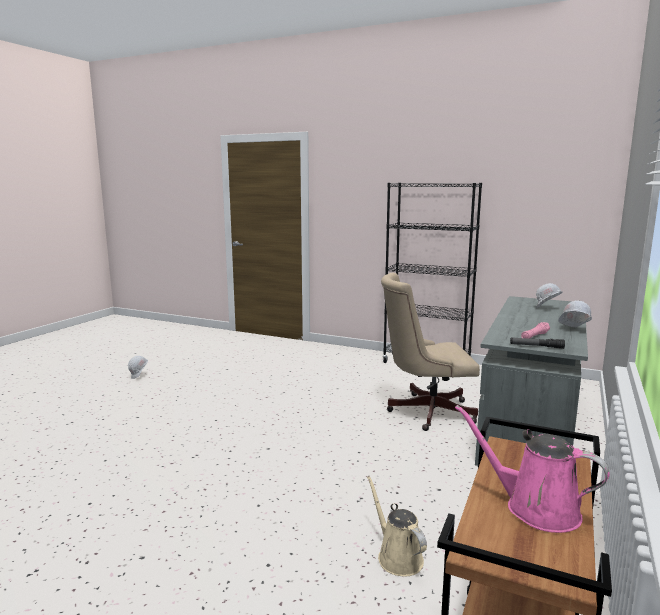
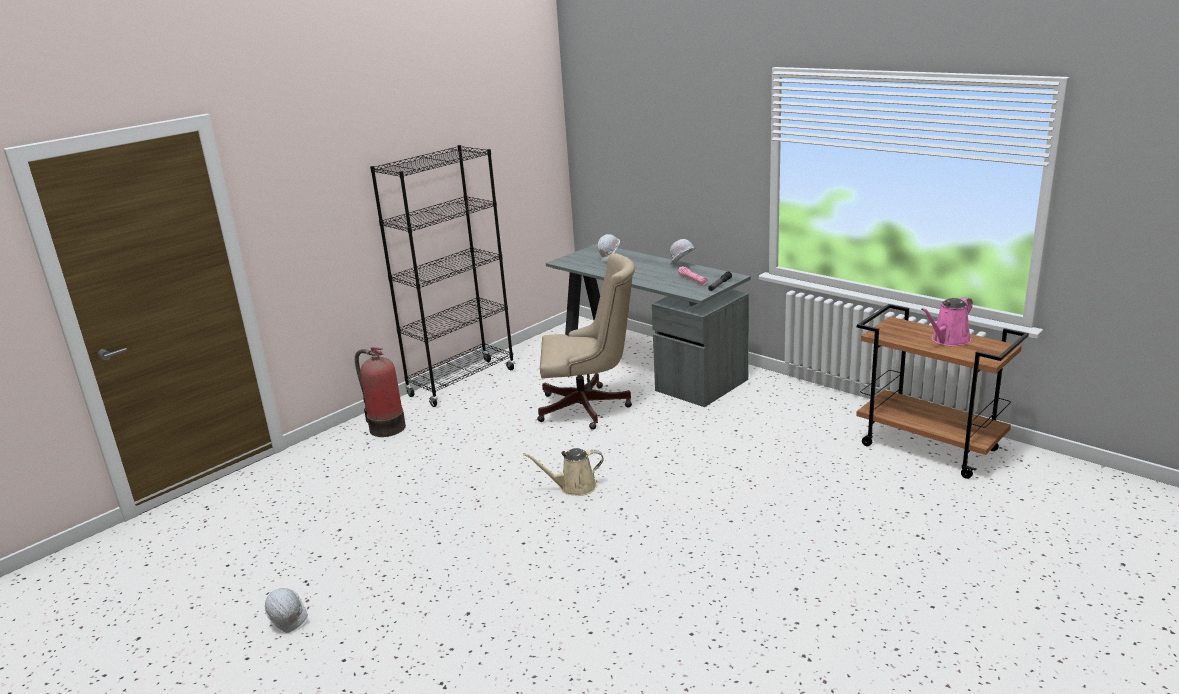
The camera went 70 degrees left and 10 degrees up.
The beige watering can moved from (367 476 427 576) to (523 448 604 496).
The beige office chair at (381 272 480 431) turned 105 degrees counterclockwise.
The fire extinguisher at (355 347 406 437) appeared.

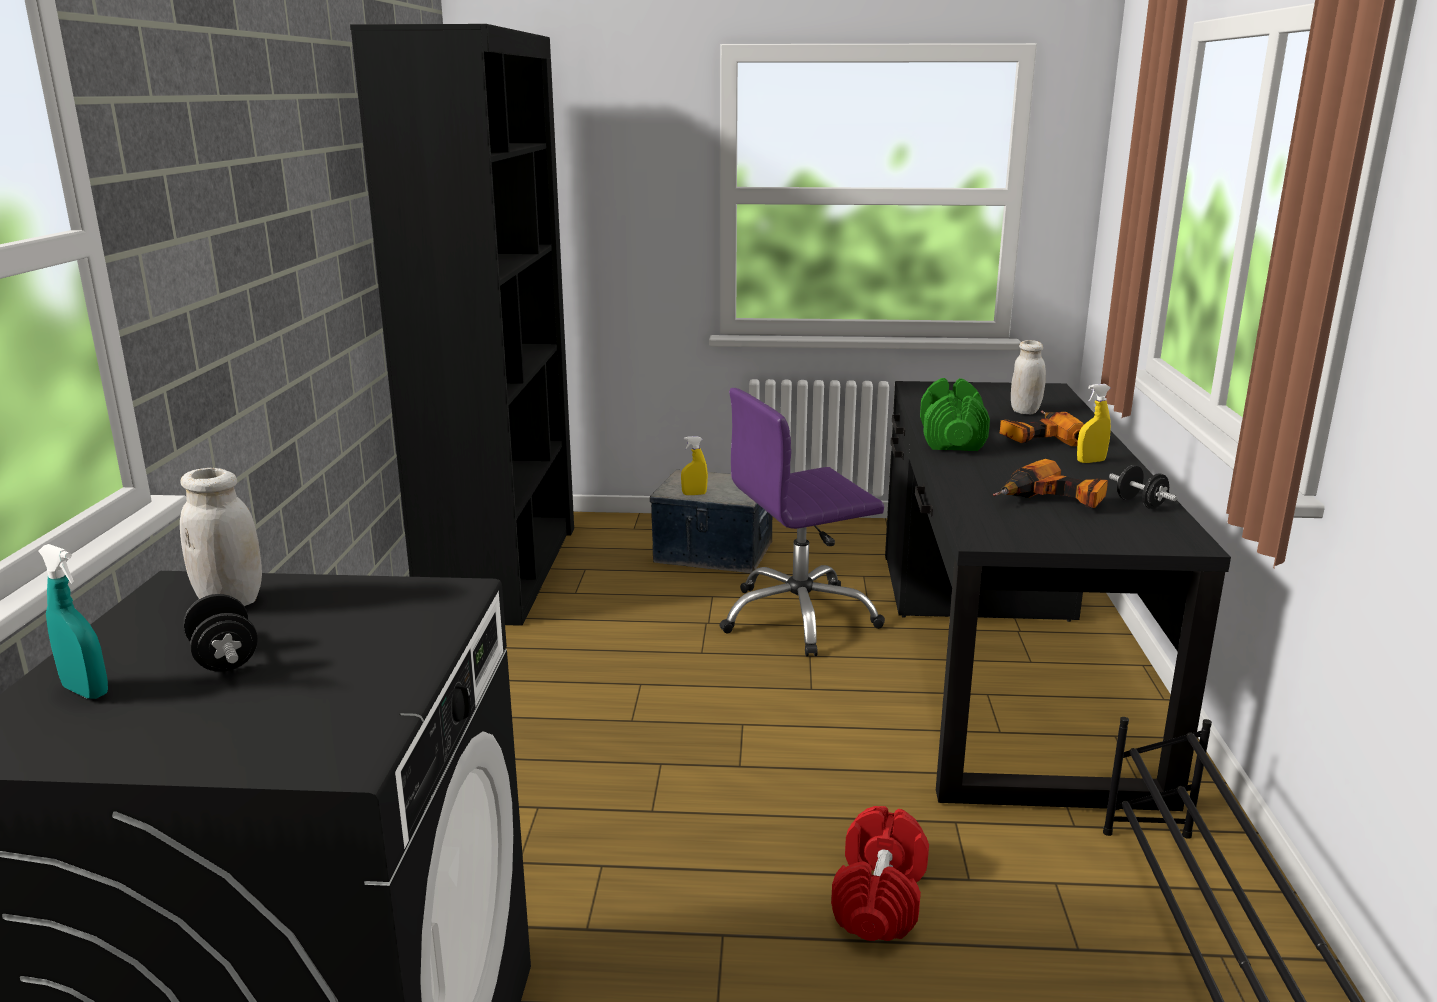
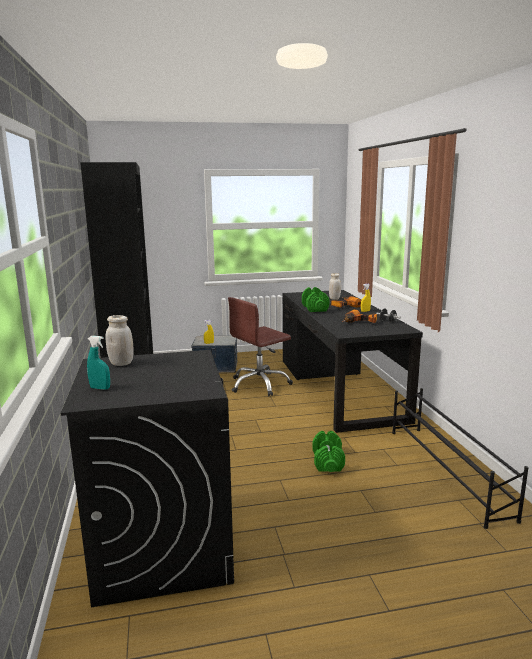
The camera went 15 degrees left and 5 degrees down.
The black dumbbell at (183 594 258 672) disappeared.
The purple office chair at (719 388 885 657) became the brown office chair at (228 297 293 396).
The red dumbbell at (831 806 929 941) became the green dumbbell at (312 431 345 472).

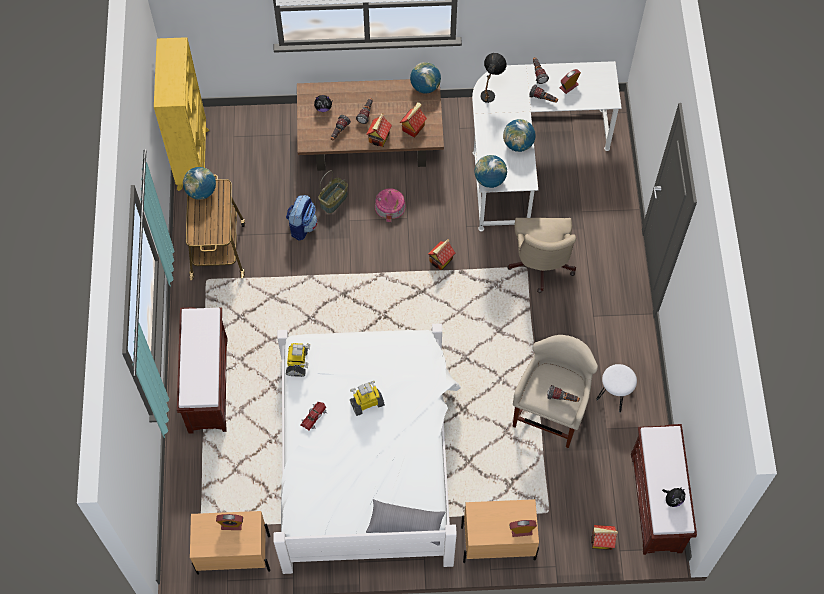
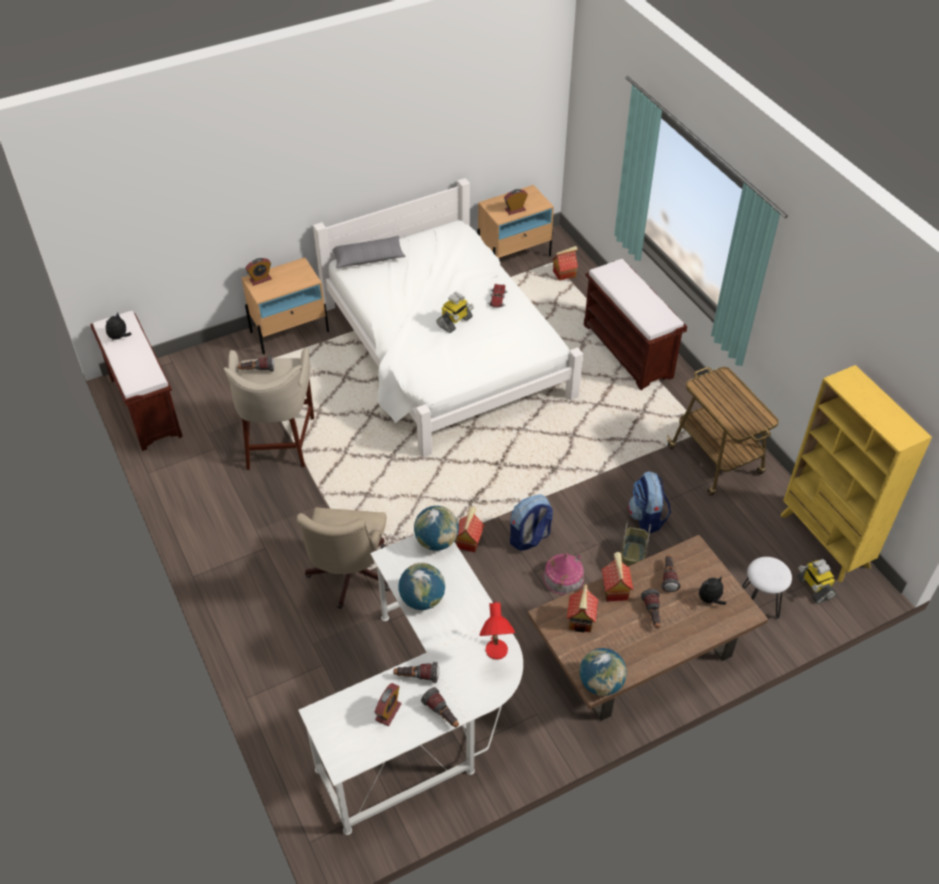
The camera went 155 degrees right and 15 degrees down.
The globe at (183 167 216 200) disappeared.
The toy robot moved from (286 343 310 377) to (797 559 837 604).
The black table lamp at (480 53 506 103) became the red table lamp at (479 601 515 660).
The beige office chair at (507 218 576 293) turned 150 degrees counterclockwise.
The toy house moved from (591 525 618 550) to (552 246 578 281).
The white stool moved from (596 364 637 413) to (742 557 792 619).
The backpack at (510 494 553 551) appeared.

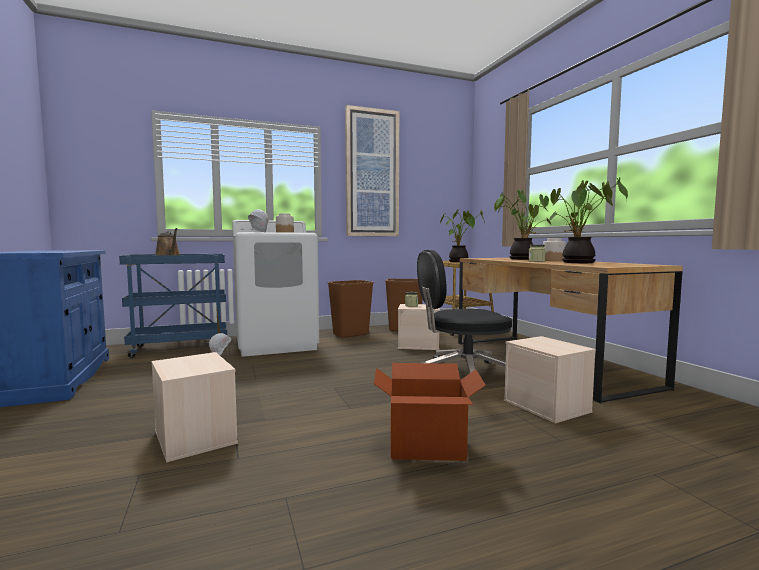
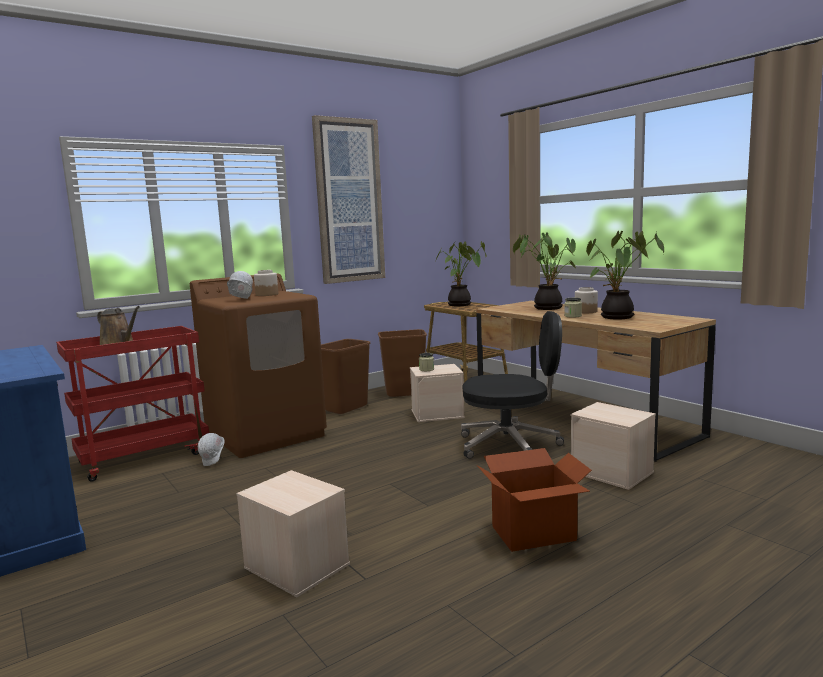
The camera went 15 degrees left and 5 degrees up.
The blue cart at (119 254 227 358) became the red cart at (56 326 209 482).
The white washing machine at (232 220 319 357) became the brown washing machine at (190 274 327 458).
The black office chair at (417 250 512 374) turned 150 degrees counterclockwise.

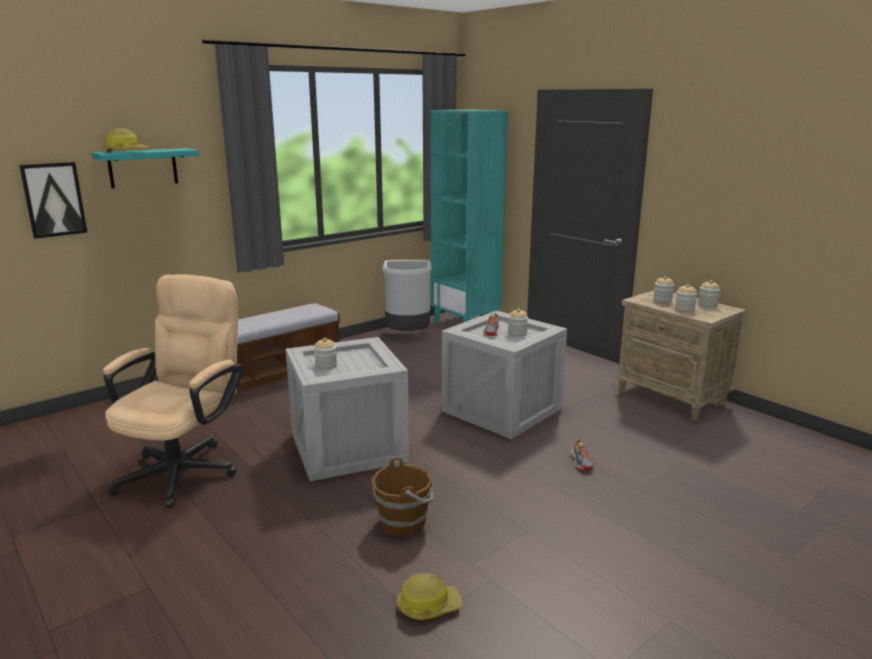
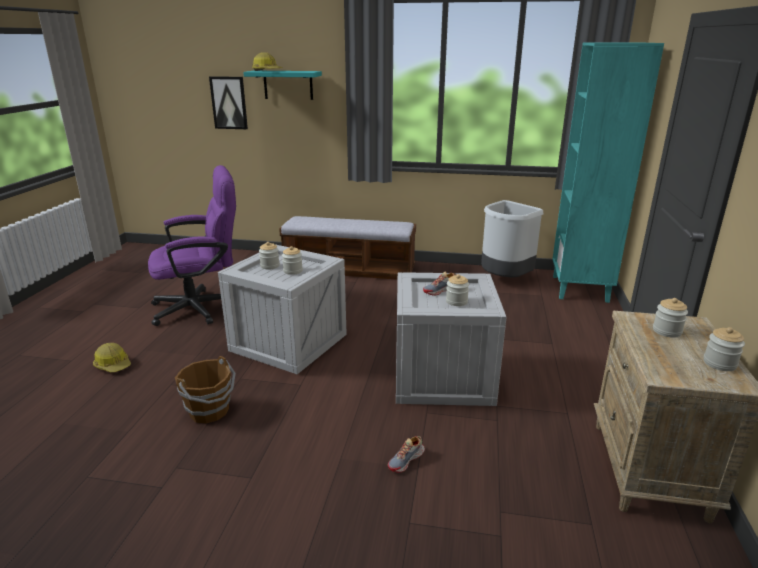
The camera went 50 degrees right and 5 degrees up.
The beige office chair at (103 274 244 508) became the purple office chair at (148 165 236 326).
The hard hat moved from (397 573 462 620) to (93 343 131 372).
The jar moved from (675 284 697 312) to (282 246 303 275).

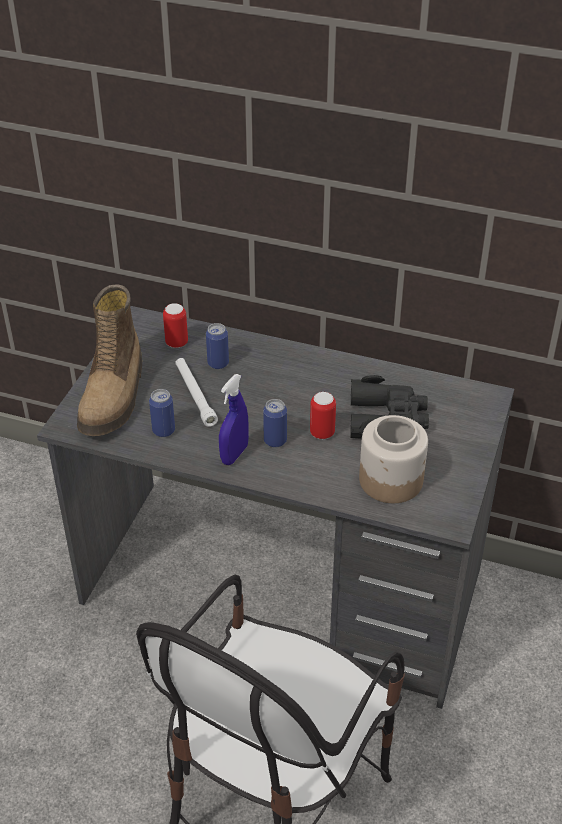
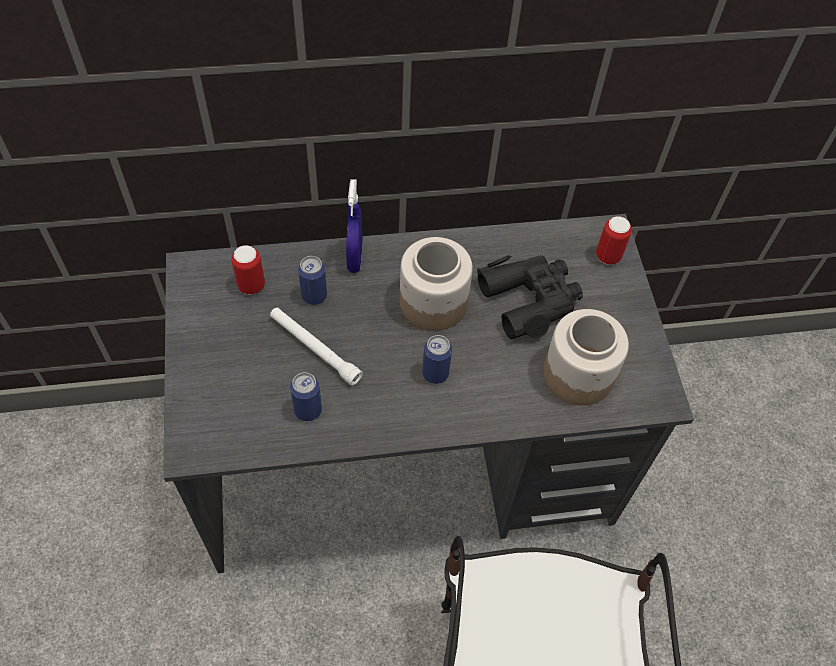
The camera went 30 degrees left and 15 degrees up.
The boot at (77 285 142 436) disappeared.
The blue spray bottle moved from (219 374 249 465) to (346 179 362 273).
The can moved from (310 392 336 439) to (596 216 632 265).
The jar at (400 237 473 331) appeared.

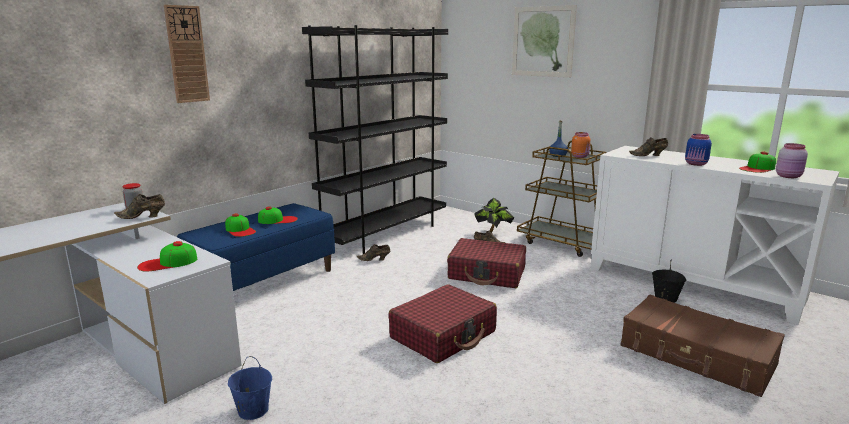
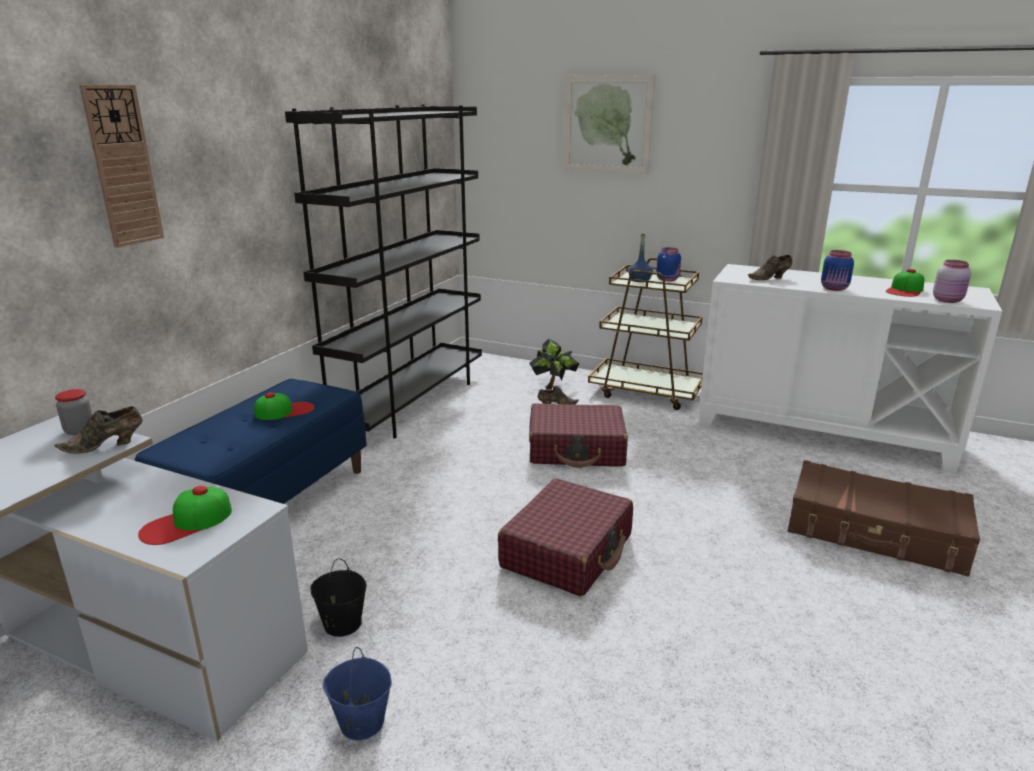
The camera went 15 degrees left and 5 degrees up.
The cap at (225 213 256 237) disappeared.
The brown shoe at (357 244 390 261) disappeared.
The orange jar at (571 132 591 158) became the blue jar at (656 247 681 282).
The black bucket moved from (652 259 686 303) to (311 558 367 637).

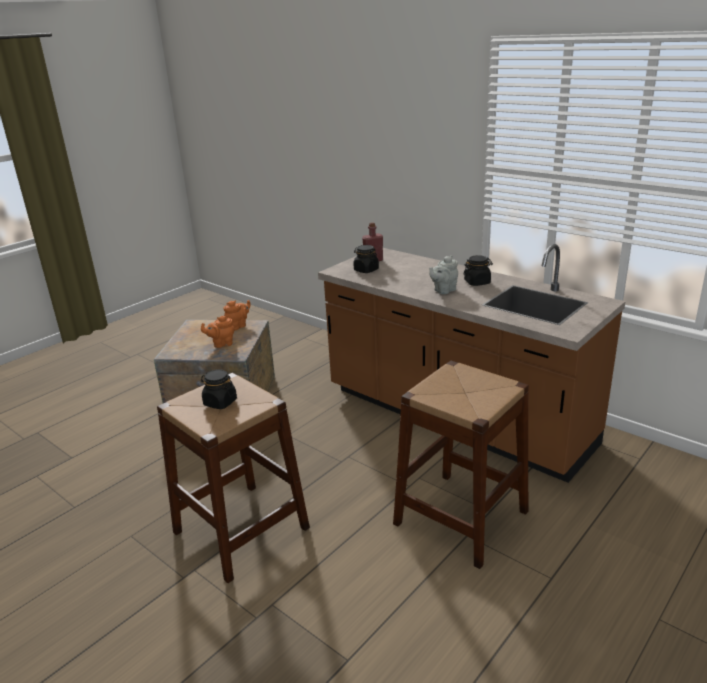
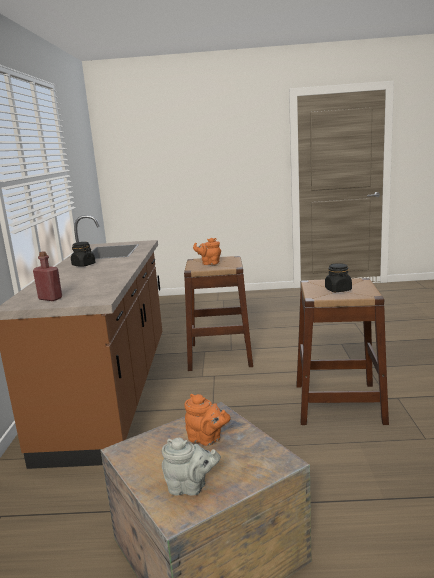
The camera went 130 degrees left and 10 degrees down.
The orange teapot moved from (223 300 251 330) to (193 238 221 265).
The black jar at (353 245 379 273) disappeared.
The grey teapot moved from (429 255 458 294) to (162 438 221 496).

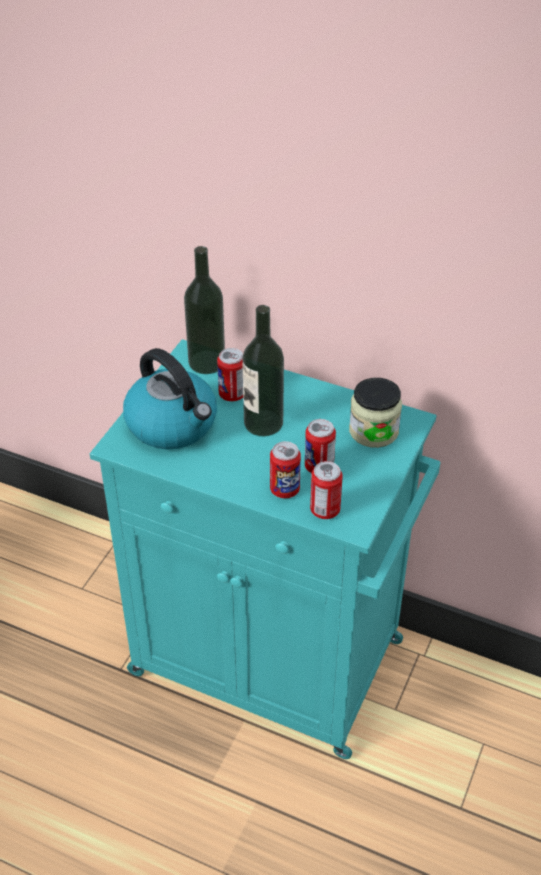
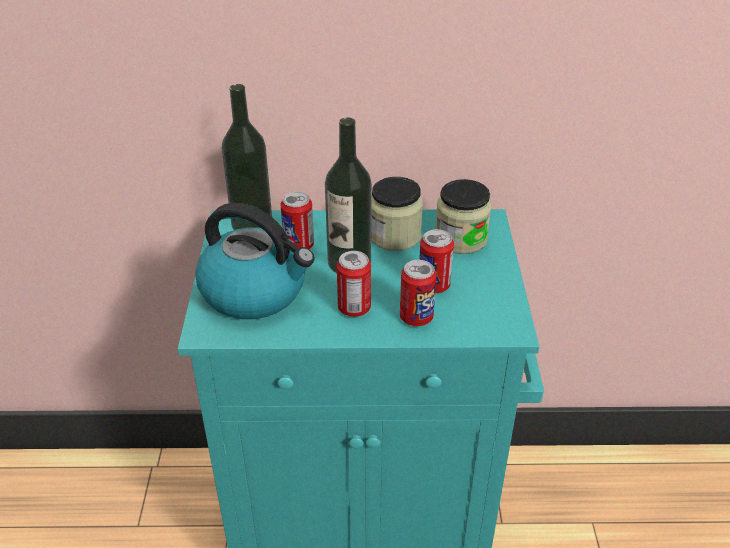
The camera went 25 degrees left and 5 degrees down.
The can moved from (310 461 343 519) to (337 251 371 317).
The jar at (371 177 423 251) appeared.

